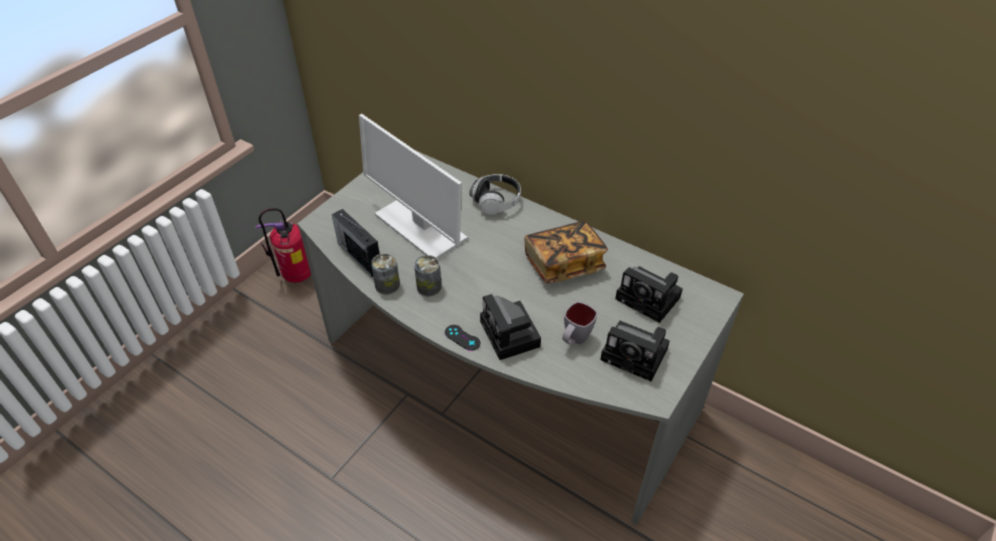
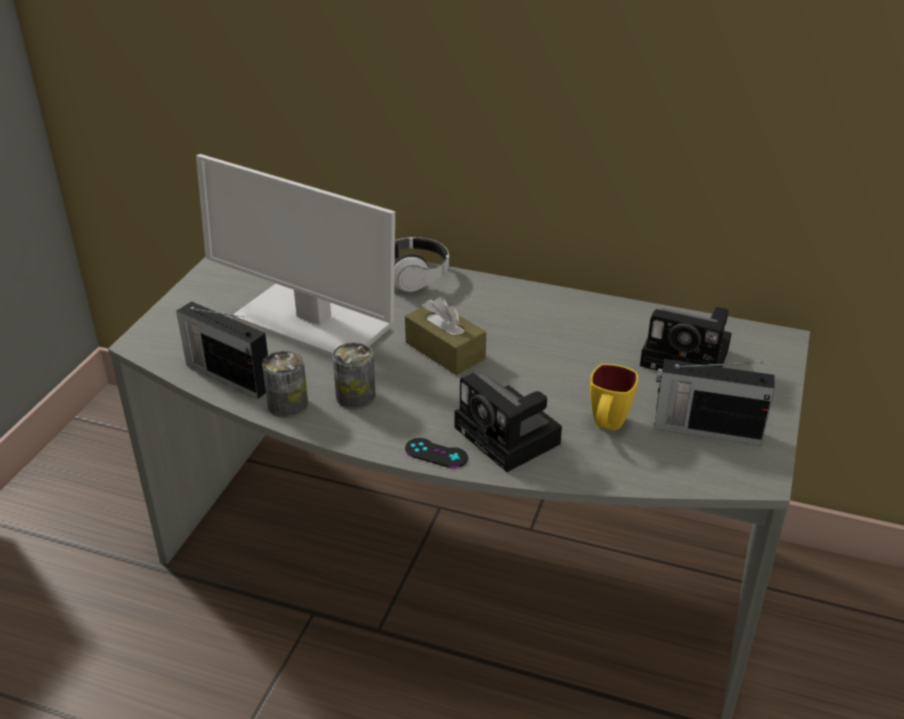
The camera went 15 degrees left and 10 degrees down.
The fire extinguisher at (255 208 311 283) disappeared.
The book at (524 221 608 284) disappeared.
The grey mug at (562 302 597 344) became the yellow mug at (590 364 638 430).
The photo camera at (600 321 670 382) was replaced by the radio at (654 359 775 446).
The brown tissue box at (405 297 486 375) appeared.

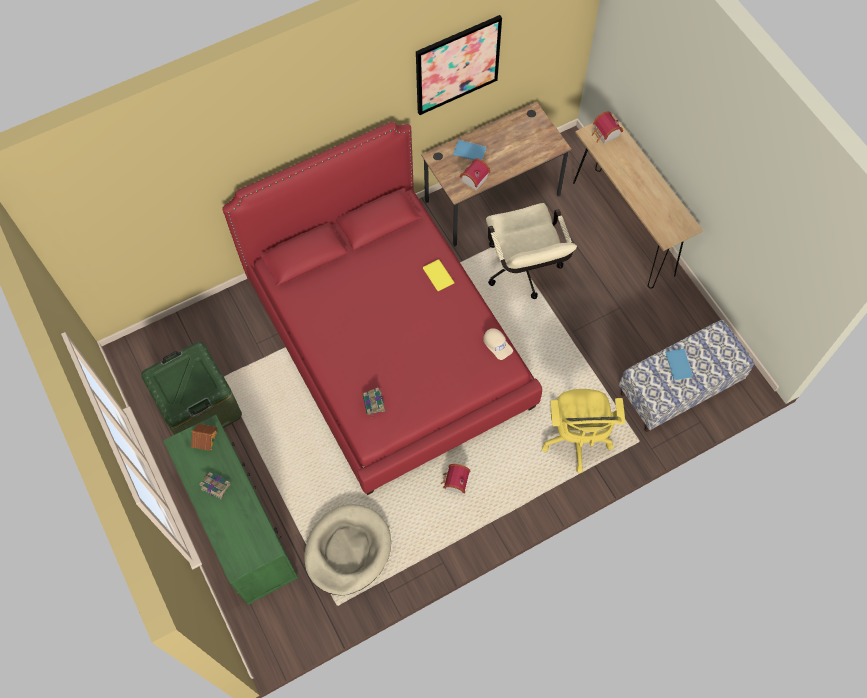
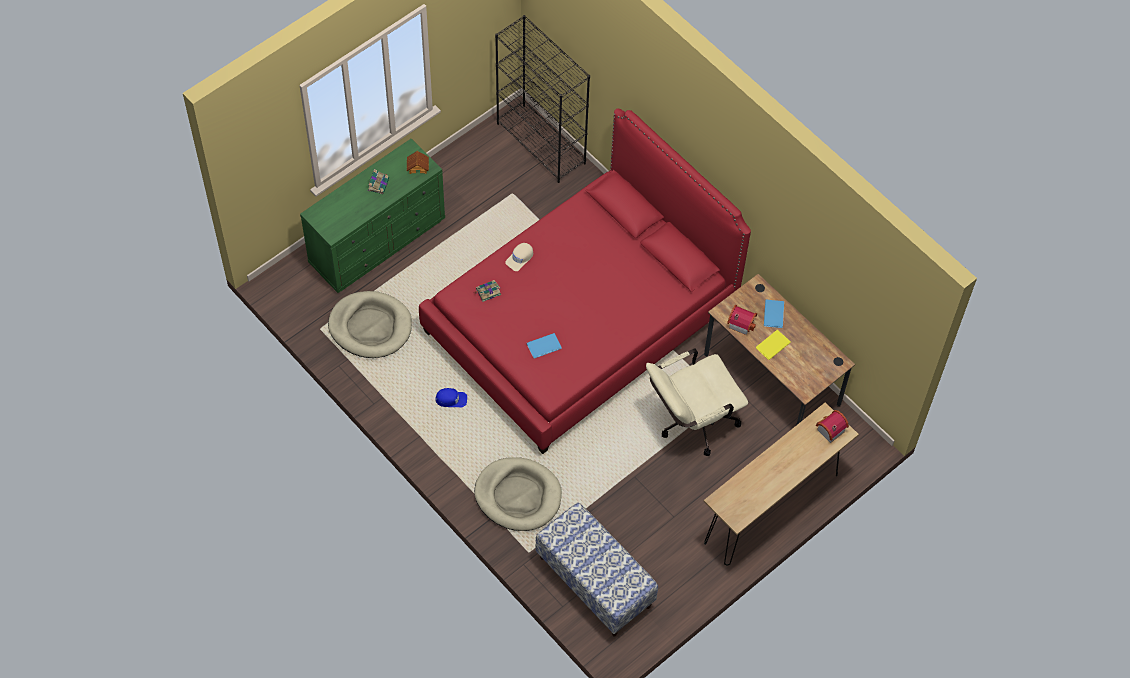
The camera went 75 degrees right and 5 degrees down.
The green storage box at (141 342 242 435) disappeared.
The picture at (416 15 502 115) disappeared.
The yellow book moved from (423 259 455 291) to (756 330 791 360).
The toy house at (441 464 471 494) was replaced by the blue cap at (436 388 467 408).
The beige cap moved from (483 328 513 360) to (505 243 533 271).
The yellow office chair at (542 389 625 473) was replaced by the beige dog bed at (474 457 562 531).
The blue book moved from (665 348 693 381) to (527 333 561 359).
The black bookcase at (495 15 590 183) appeared.

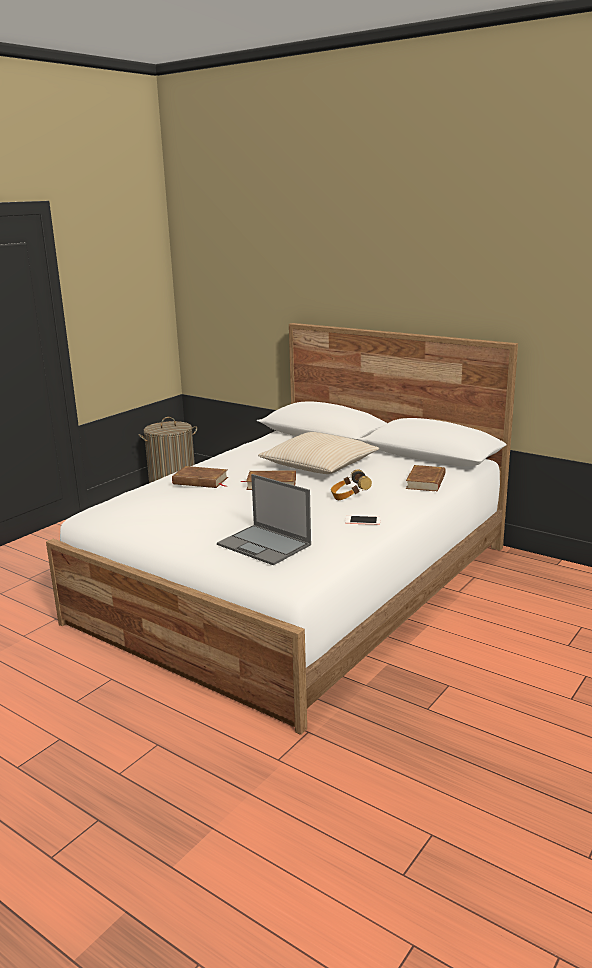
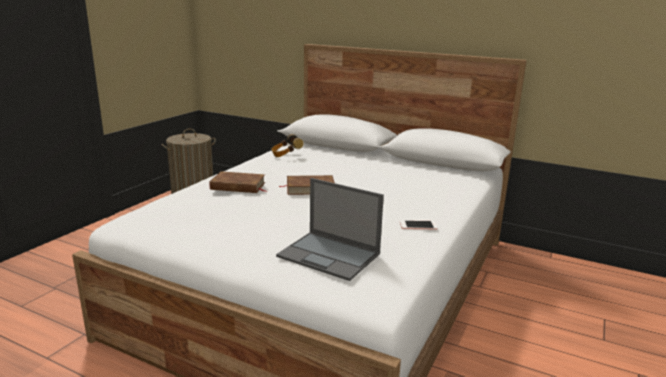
The camera went 10 degrees left and 0 degrees up.
The beige pillow at (258 432 379 474) disappeared.
The headphones moved from (331 469 372 500) to (271 134 304 157).
The brown book at (406 465 446 491) disappeared.

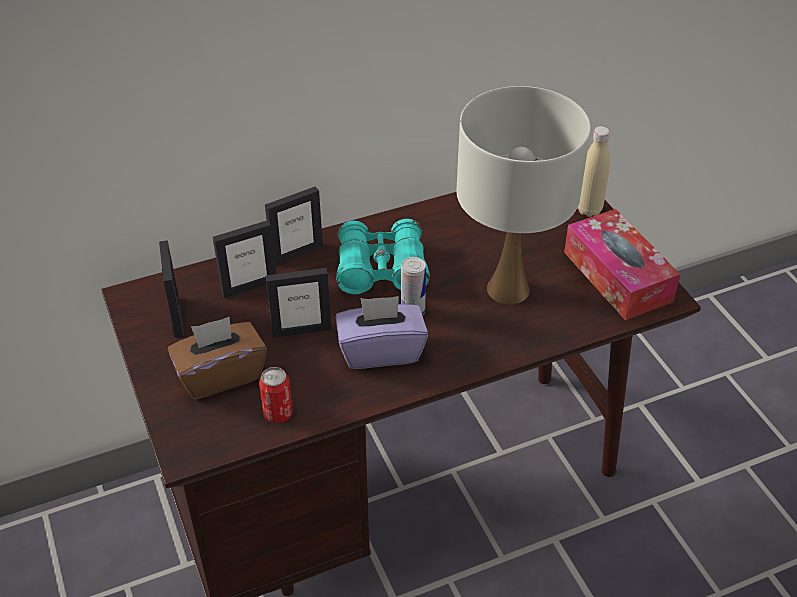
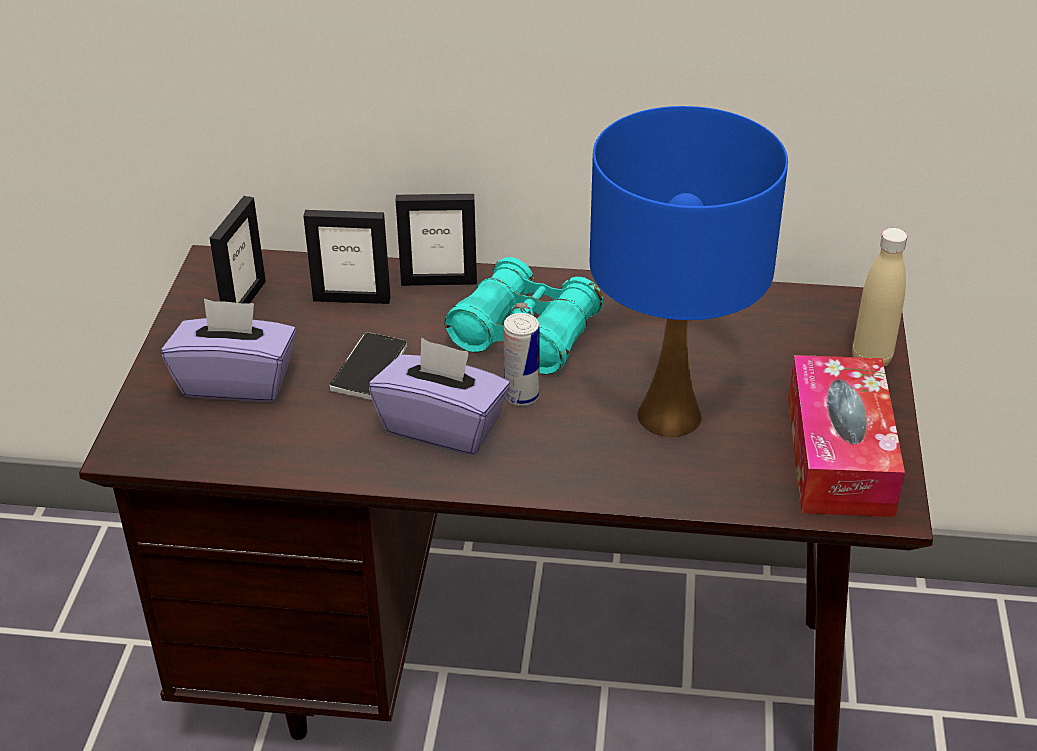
The camera went 30 degrees right and 5 degrees down.
The brown tissue box at (168 317 267 400) became the purple tissue box at (161 299 296 402).
The can at (259 367 293 423) disappeared.
The picture frame at (266 268 331 338) was replaced by the phone at (330 332 407 400).
The white table lamp at (456 86 591 305) became the blue table lamp at (590 106 788 437).

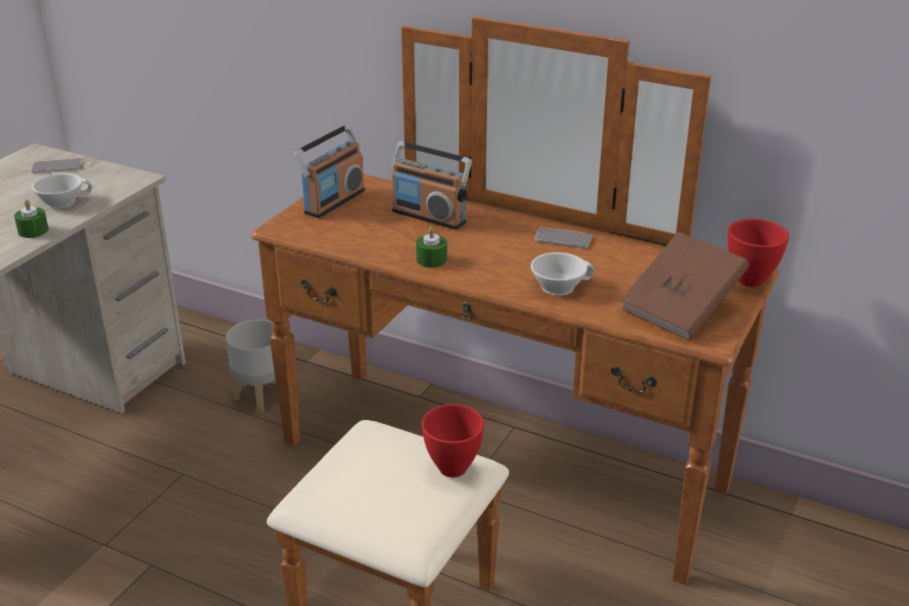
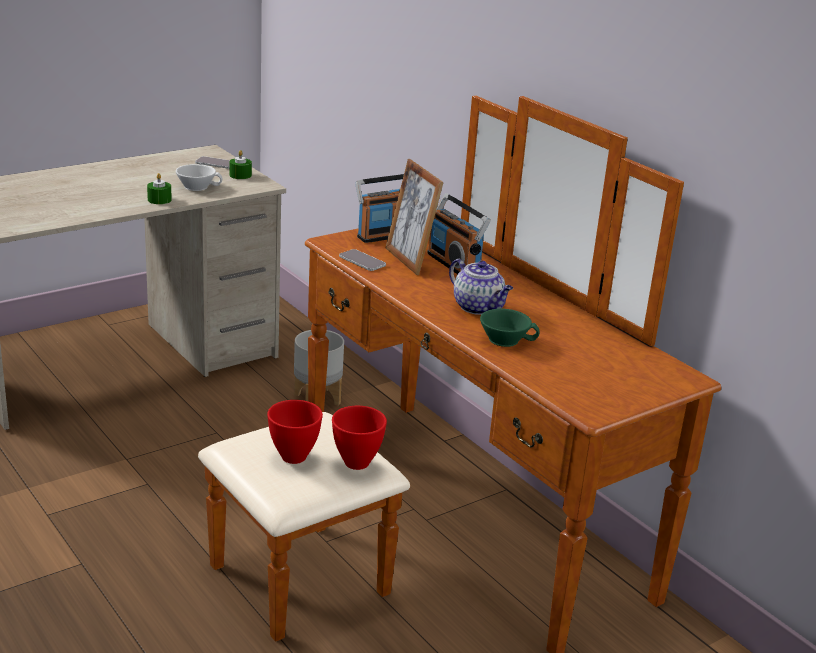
The camera went 25 degrees right and 5 degrees down.
The green candle moved from (416 227 447 268) to (229 150 252 179).
The white cup at (531 252 594 296) became the green cup at (480 309 539 347).
The phone moved from (535 227 592 248) to (339 249 386 271).
The brown book at (620 232 749 341) disappeared.
The red bowl moved from (728 219 789 287) to (267 400 323 464).
The picture frame at (385 159 444 275) appeared.
The teapot at (449 259 513 315) appeared.

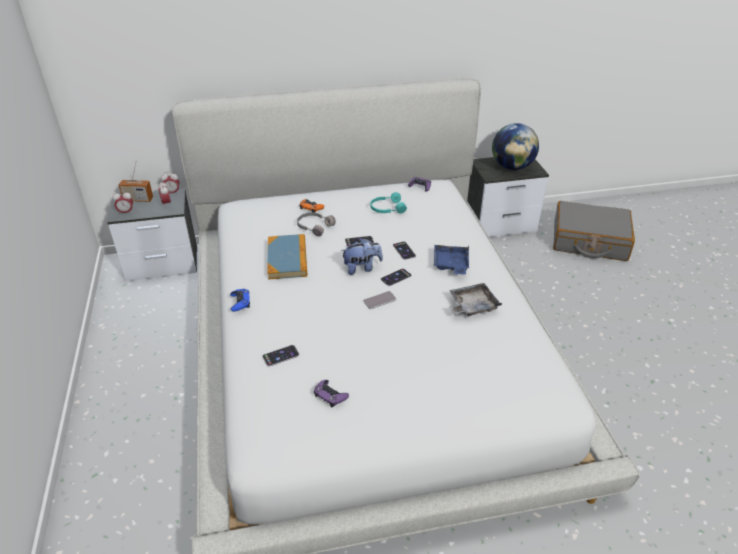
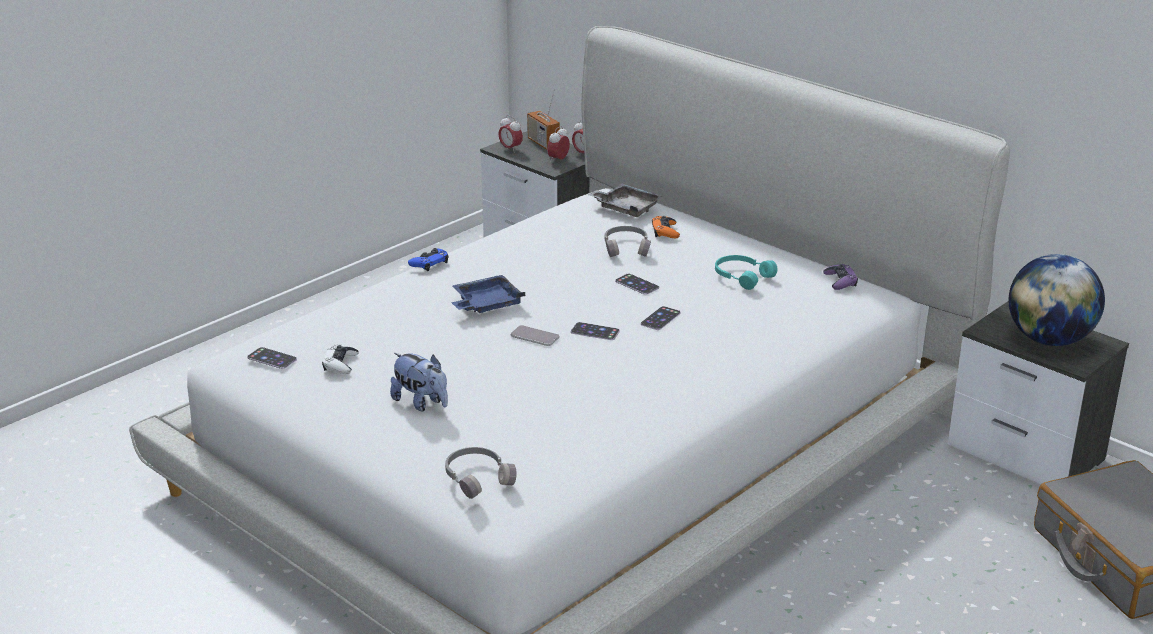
The camera went 55 degrees right and 10 degrees down.
The phone moved from (262 345 299 367) to (247 347 297 369).
The book at (267 234 307 280) disappeared.
The purple game controller at (314 380 349 408) became the white game controller at (322 344 359 374).
The plush toy moved from (341 238 383 275) to (390 353 448 411).
The blue tray moved from (434 245 469 274) to (451 275 525 313).
The grey tray moved from (449 283 502 316) to (588 184 662 217).
The grey headphones at (445 447 517 499) appeared.

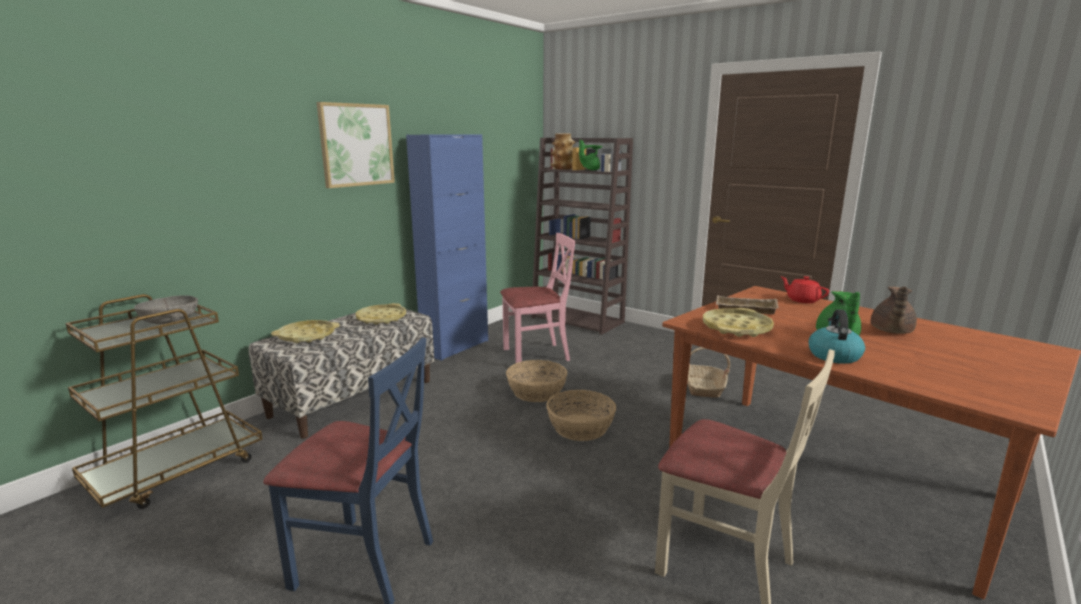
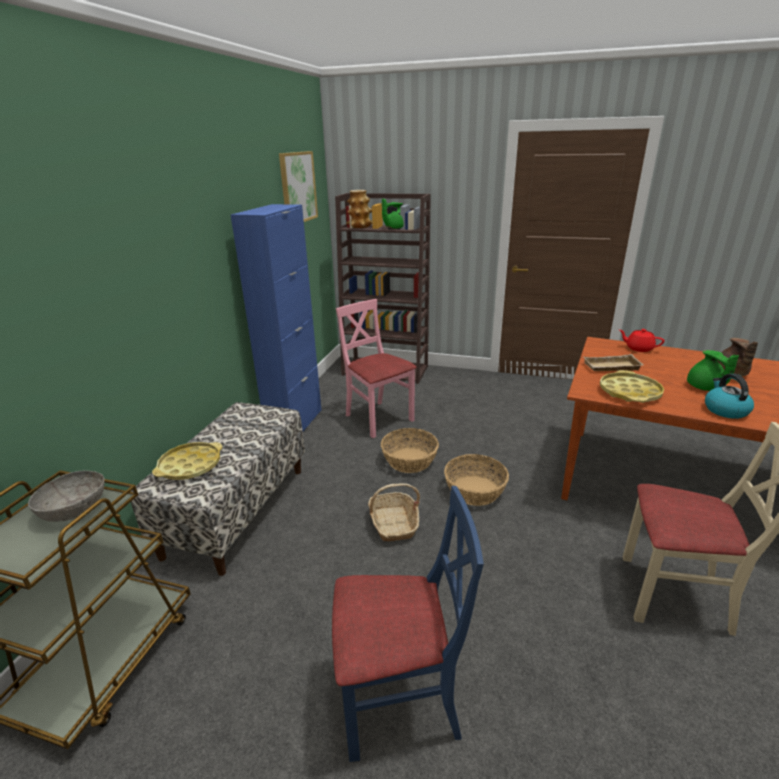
The camera went 20 degrees left and 10 degrees up.
The picture moved from (317 102 395 188) to (279 151 318 222).
The yellow tray at (356 303 406 325) disappeared.
The pink chair at (500 233 575 364) turned 90 degrees counterclockwise.
The basket moved from (687 347 730 398) to (368 483 420 541).

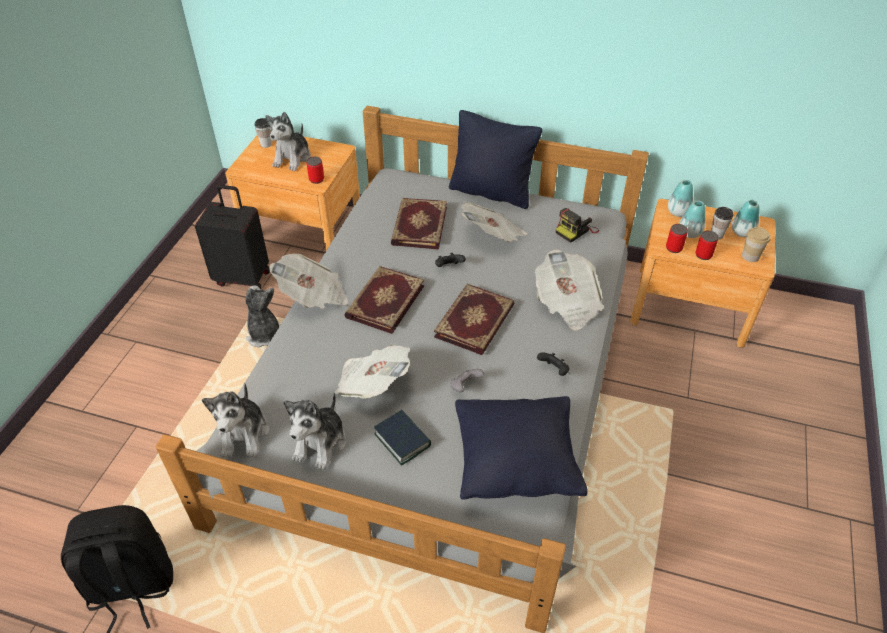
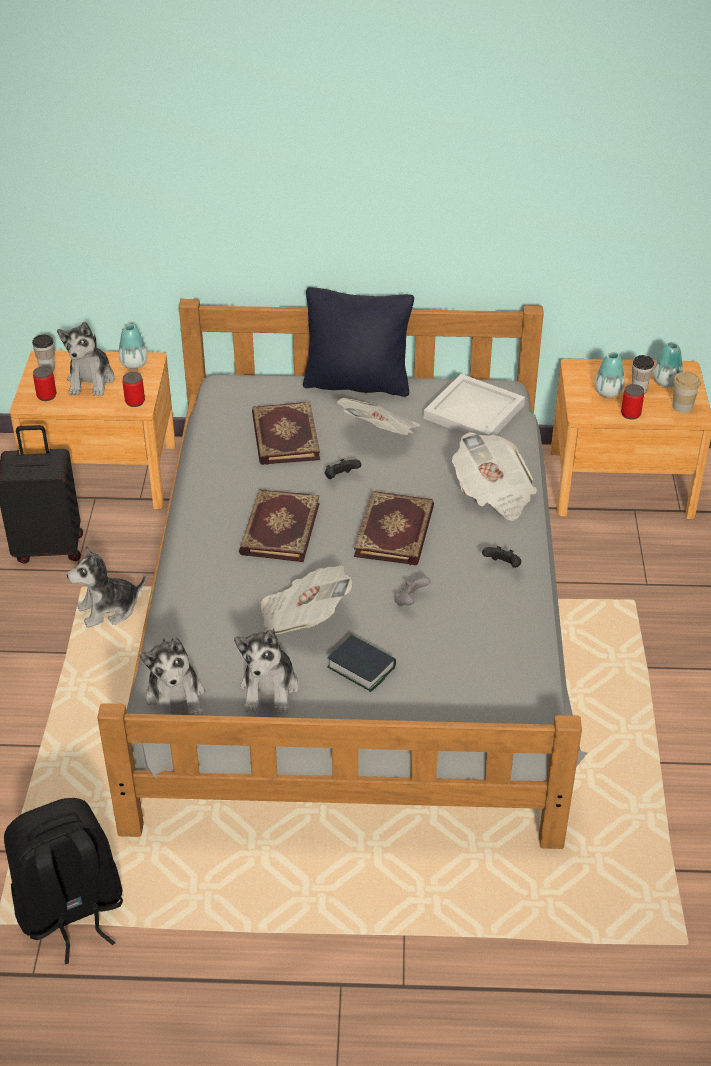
The camera went 15 degrees left and 5 degrees down.
The plush toy at (245 285 279 347) turned 75 degrees counterclockwise.
The newspaper at (269 254 348 309) disappeared.
The black pillow at (455 396 588 500) disappeared.
The photo camera at (556 208 599 243) was replaced by the white tray at (424 374 525 436).
The can moved from (666 224 688 253) to (33 366 57 401).
The vase moved from (668 180 693 217) to (118 324 148 369).

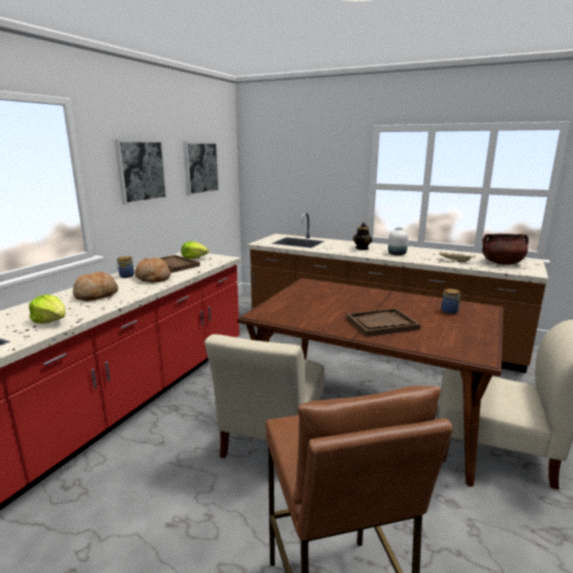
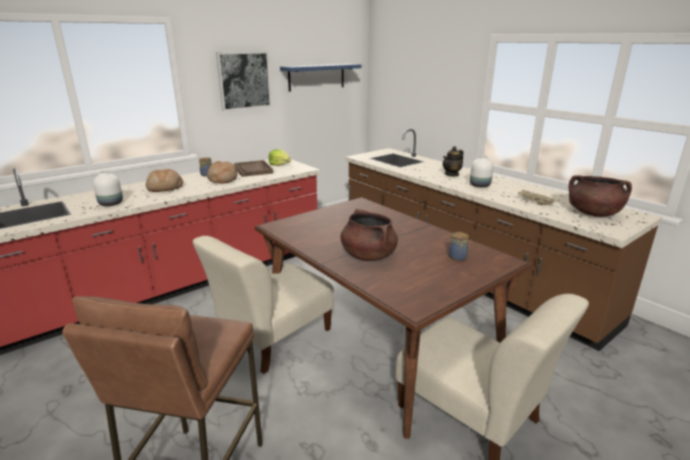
The camera went 25 degrees right and 5 degrees up.
The lettuce at (29 294 66 324) was replaced by the white vase at (93 170 123 206).
The picture at (183 142 220 196) was replaced by the blue shelf at (280 64 361 92).
The brown tray at (346 308 421 337) was replaced by the brown cooking pot at (341 209 398 261).

